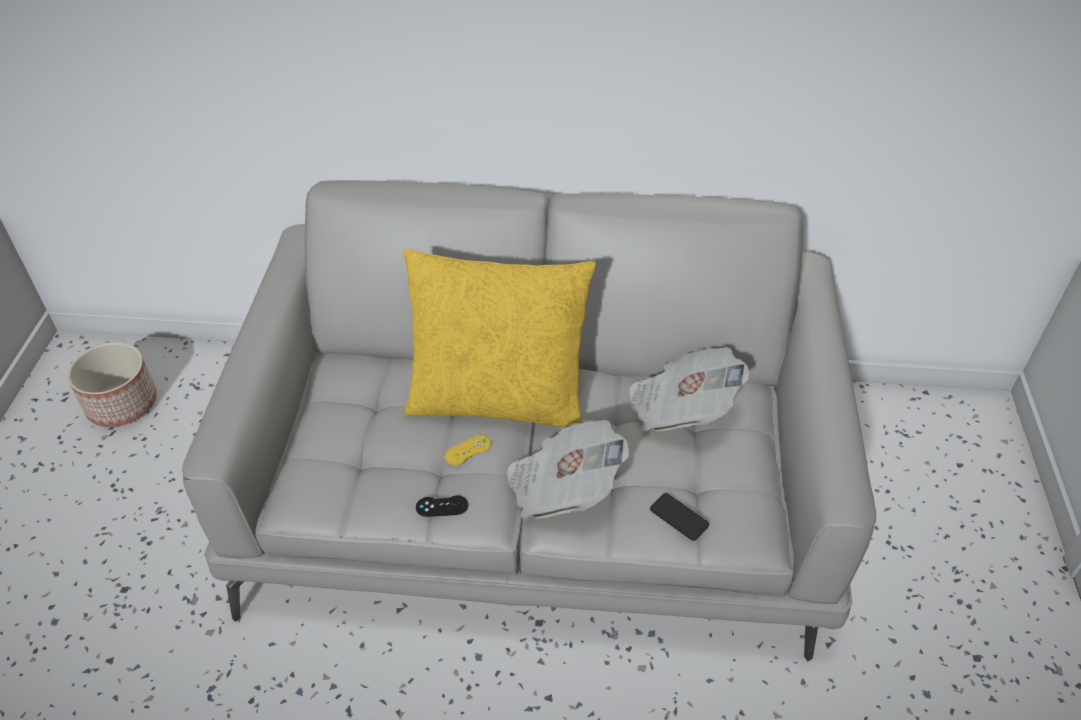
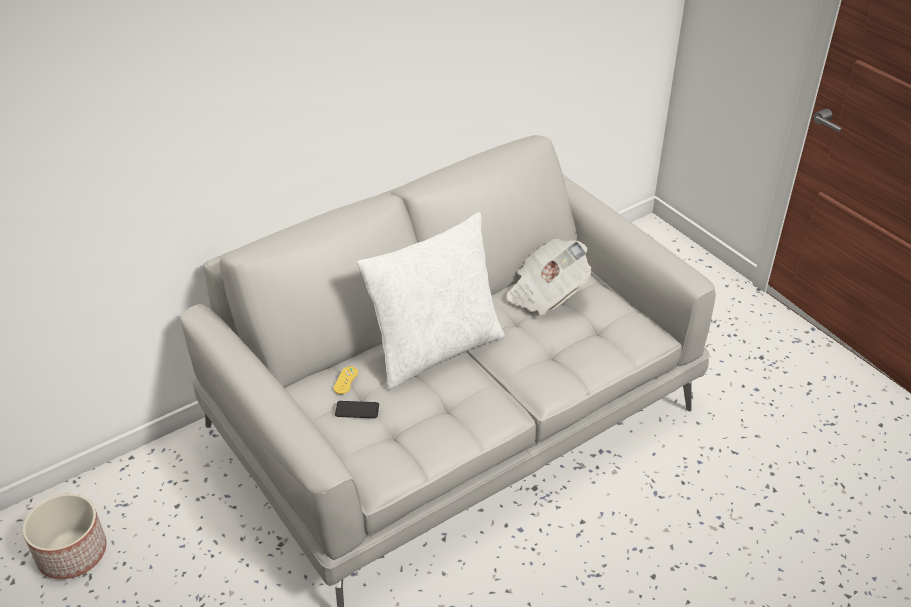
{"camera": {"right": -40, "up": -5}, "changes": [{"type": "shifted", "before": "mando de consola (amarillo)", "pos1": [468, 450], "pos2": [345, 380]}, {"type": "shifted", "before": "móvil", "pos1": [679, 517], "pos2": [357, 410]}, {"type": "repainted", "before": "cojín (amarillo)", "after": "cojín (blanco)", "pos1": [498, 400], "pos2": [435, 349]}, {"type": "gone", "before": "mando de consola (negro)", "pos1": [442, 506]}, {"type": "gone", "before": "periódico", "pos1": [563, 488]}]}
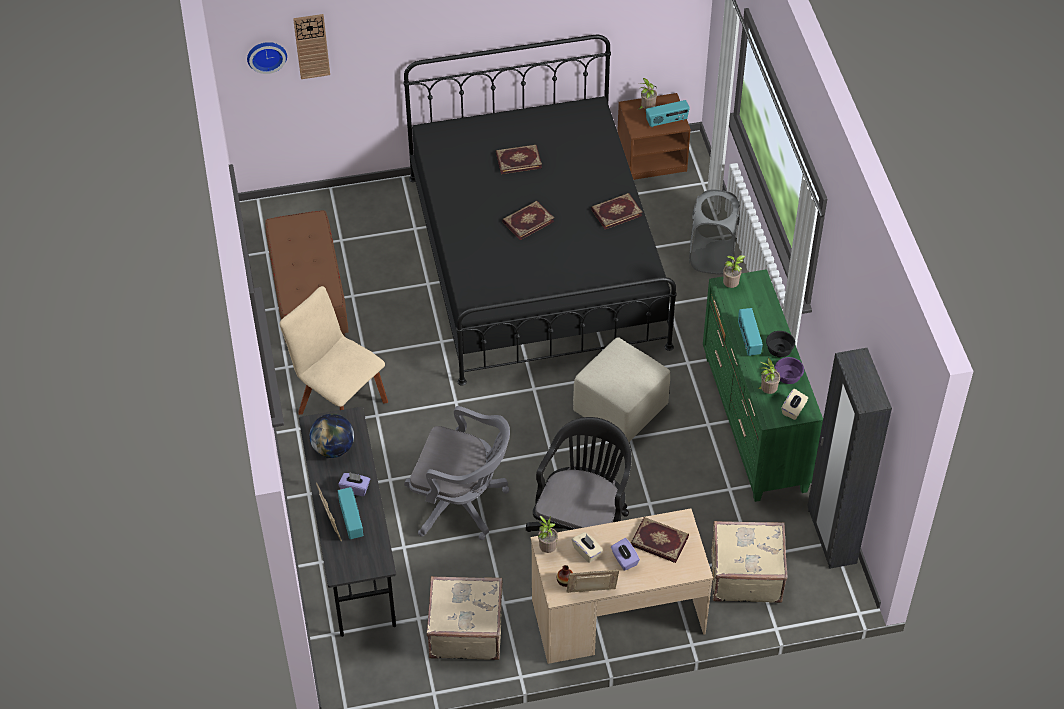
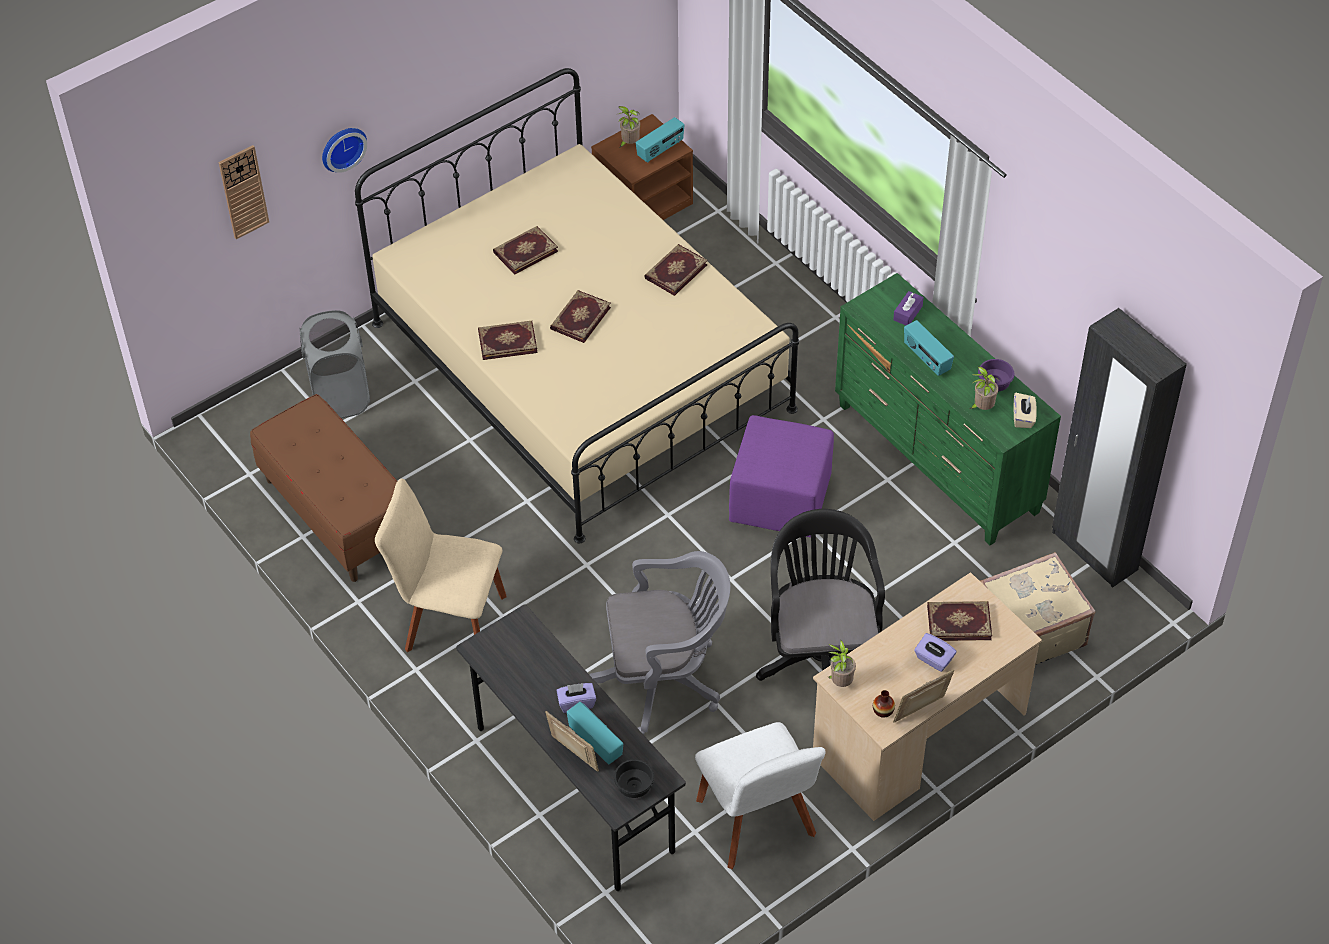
{"camera": {"right": -25, "up": 0}, "changes": [{"type": "shifted", "before": "cesto de la ropa (gris)", "pos1": [712, 256], "pos2": [340, 396]}, {"type": "shifted", "before": "reloj de pared", "pos1": [266, 55], "pos2": [342, 147]}, {"type": "repainted", "before": "cama (negro)", "after": "cama (beis)", "pos1": [536, 260], "pos2": [581, 366]}, {"type": "new", "after": "libro", "pos2": [507, 341]}, {"type": "shifted", "before": "cuenco (negro)", "pos1": [779, 351], "pos2": [635, 787]}, {"type": "swapped", "before": "maleta (beis)", "after": "silla (blanco)", "pos1": [465, 630], "pos2": [757, 823]}, {"type": "repainted", "before": "puf (beis)", "after": "puf (morado)", "pos1": [620, 410], "pos2": [780, 501]}, {"type": "new", "after": "caja de pañuelos (morado)", "pos2": [907, 313]}, {"type": "gone", "before": "globo terráqueo", "pos1": [333, 448]}, {"type": "gone", "before": "caja de pañuelos (beis)", "pos1": [587, 552]}, {"type": "gone", "before": "planta en maceta", "pos1": [731, 286]}]}
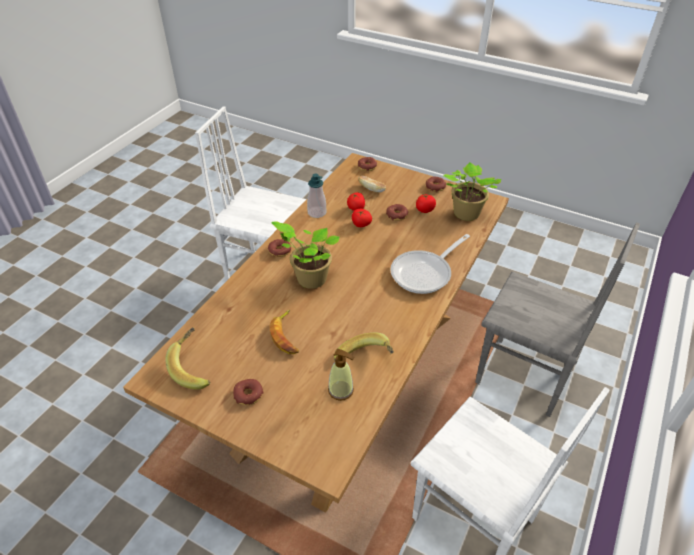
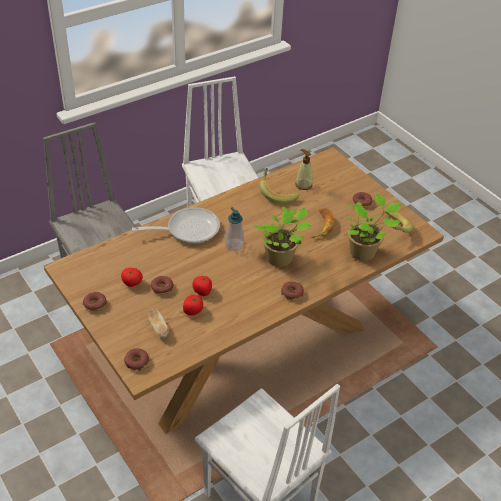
{"camera": {"right": -155, "up": 0}, "changes": [{"type": "shifted", "before": "dispensador de jabón", "pos1": [317, 212], "pos2": [234, 245]}, {"type": "shifted", "before": "planta en maceta", "pos1": [465, 214], "pos2": [364, 252]}]}
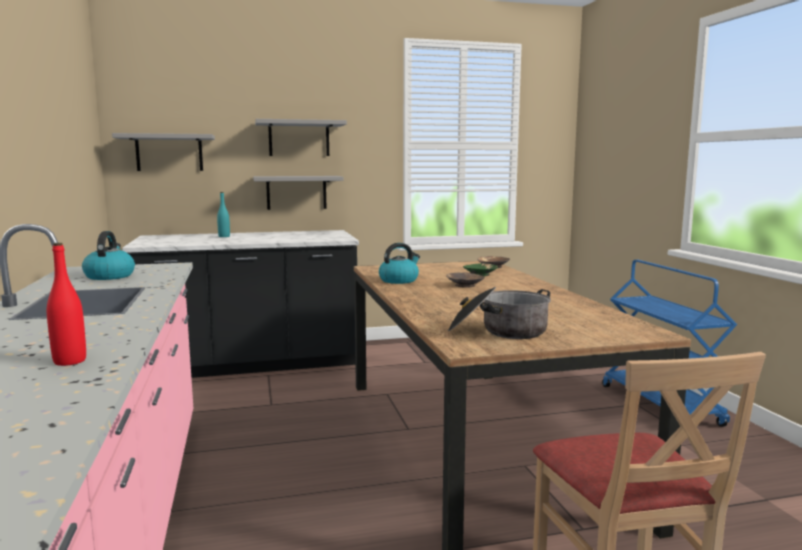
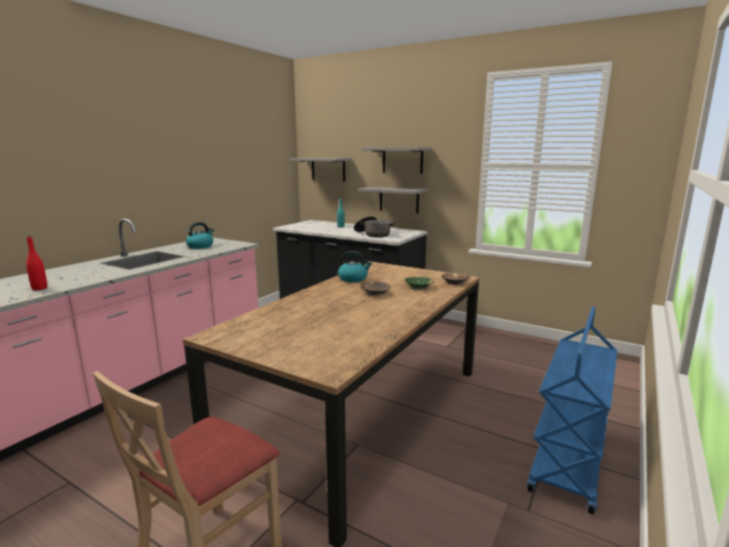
{"camera": {"right": 45, "up": 5}, "changes": [{"type": "shifted", "before": "olla", "pos1": [499, 331], "pos2": [373, 234]}]}
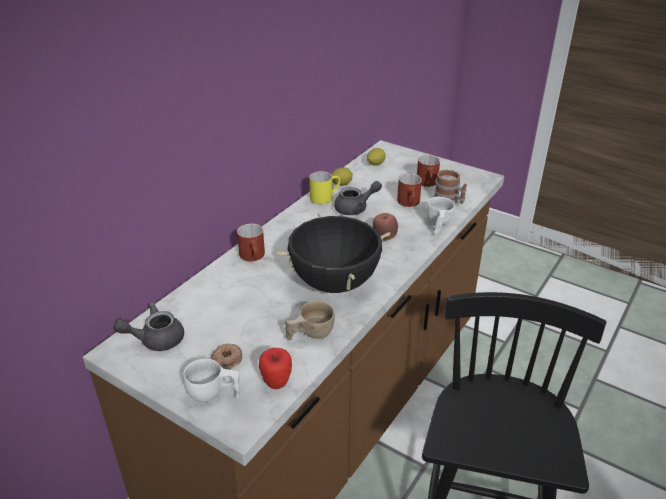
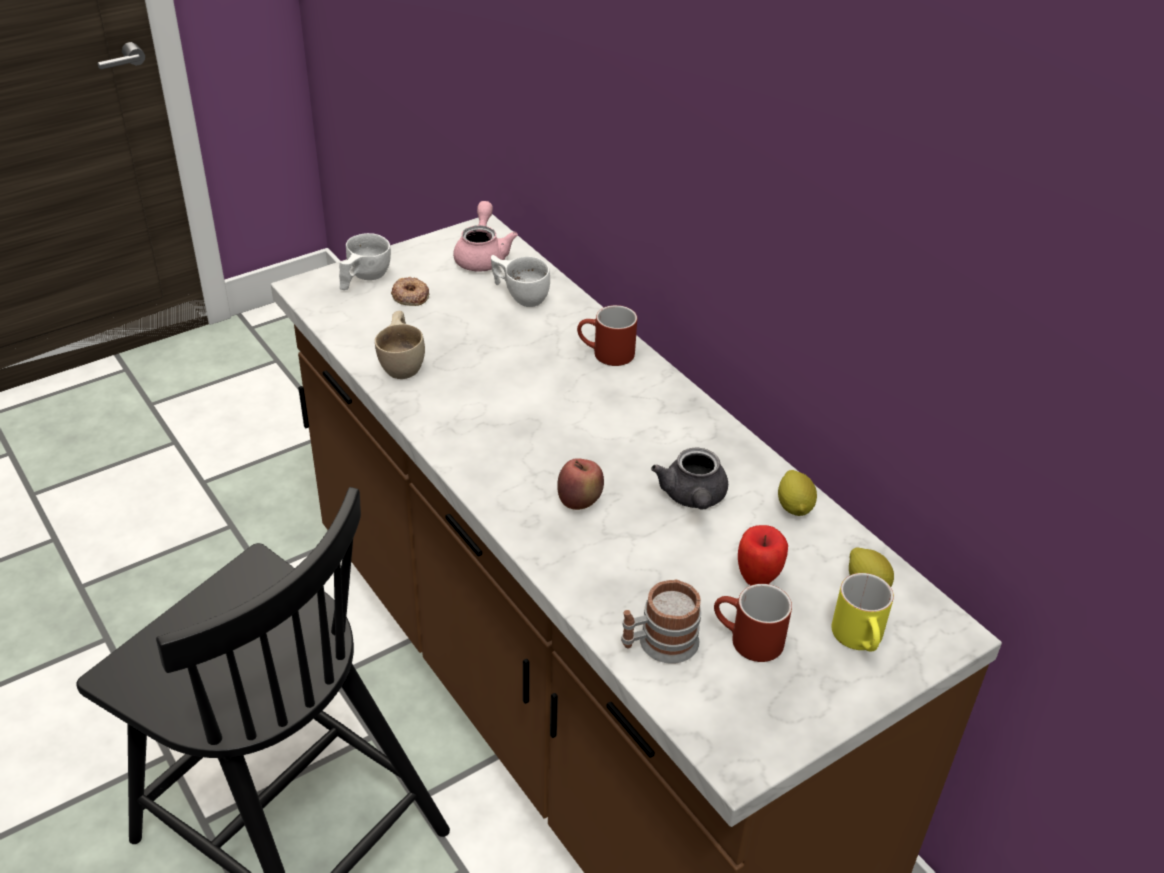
{"camera": {"right": 110, "up": 5}, "changes": [{"type": "repainted", "before": "tetera (gris)", "after": "tetera (rosa)", "pos1": [155, 339], "pos2": [482, 256]}, {"type": "shifted", "before": "taza (blanco)", "pos1": [437, 225], "pos2": [520, 295]}, {"type": "shifted", "before": "manzana", "pos1": [276, 383], "pos2": [758, 579]}, {"type": "shifted", "before": "taza grande (amarillo)", "pos1": [325, 197], "pos2": [861, 639]}, {"type": "gone", "before": "olla (negro)", "pos1": [335, 283]}, {"type": "gone", "before": "taza grande (rojo)", "pos1": [410, 203]}]}
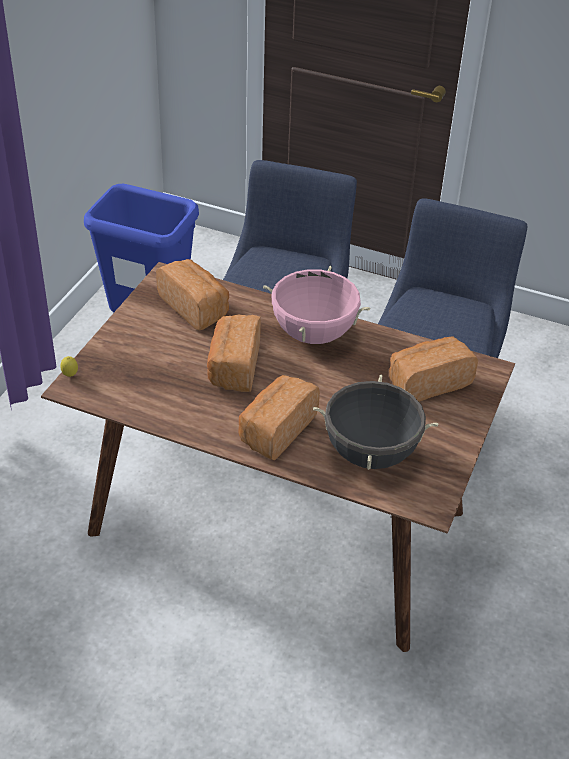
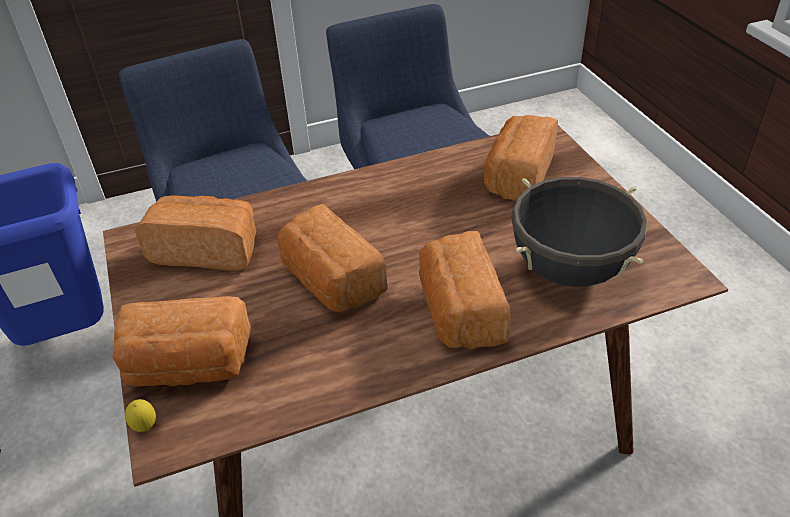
{"camera": {"right": -40, "up": 0}, "changes": [{"type": "new", "after": "pan", "pos2": [188, 366]}, {"type": "gone", "before": "olla (rosa)", "pos1": [313, 334]}]}
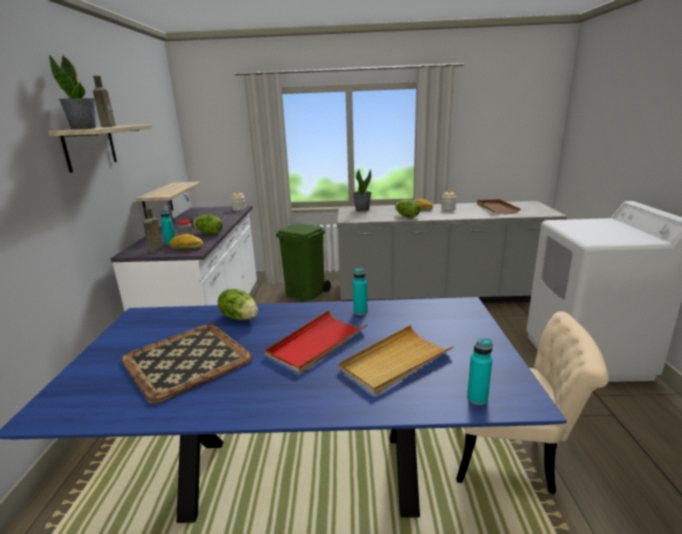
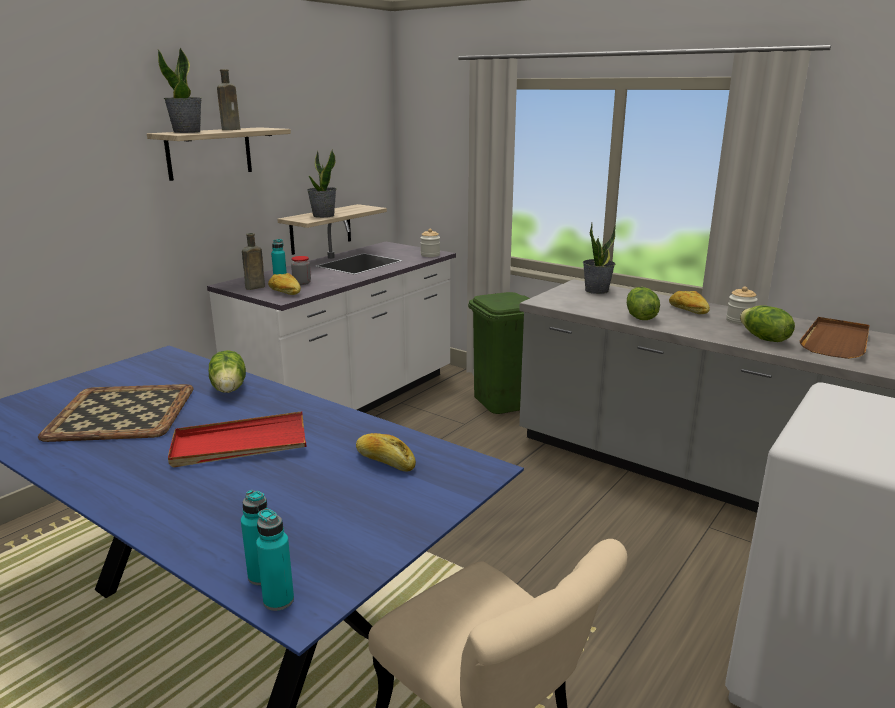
{"camera": {"right": 35, "up": 0}, "changes": [{"type": "shifted", "before": "botella (turquesa)", "pos1": [360, 312], "pos2": [278, 600]}, {"type": "new", "after": "planta en maceta", "pos2": [323, 216]}, {"type": "new", "after": "pan", "pos2": [385, 461]}, {"type": "shifted", "before": "lechuga", "pos1": [209, 234], "pos2": [763, 338]}, {"type": "gone", "before": "bandeja (beis)", "pos1": [395, 362]}]}
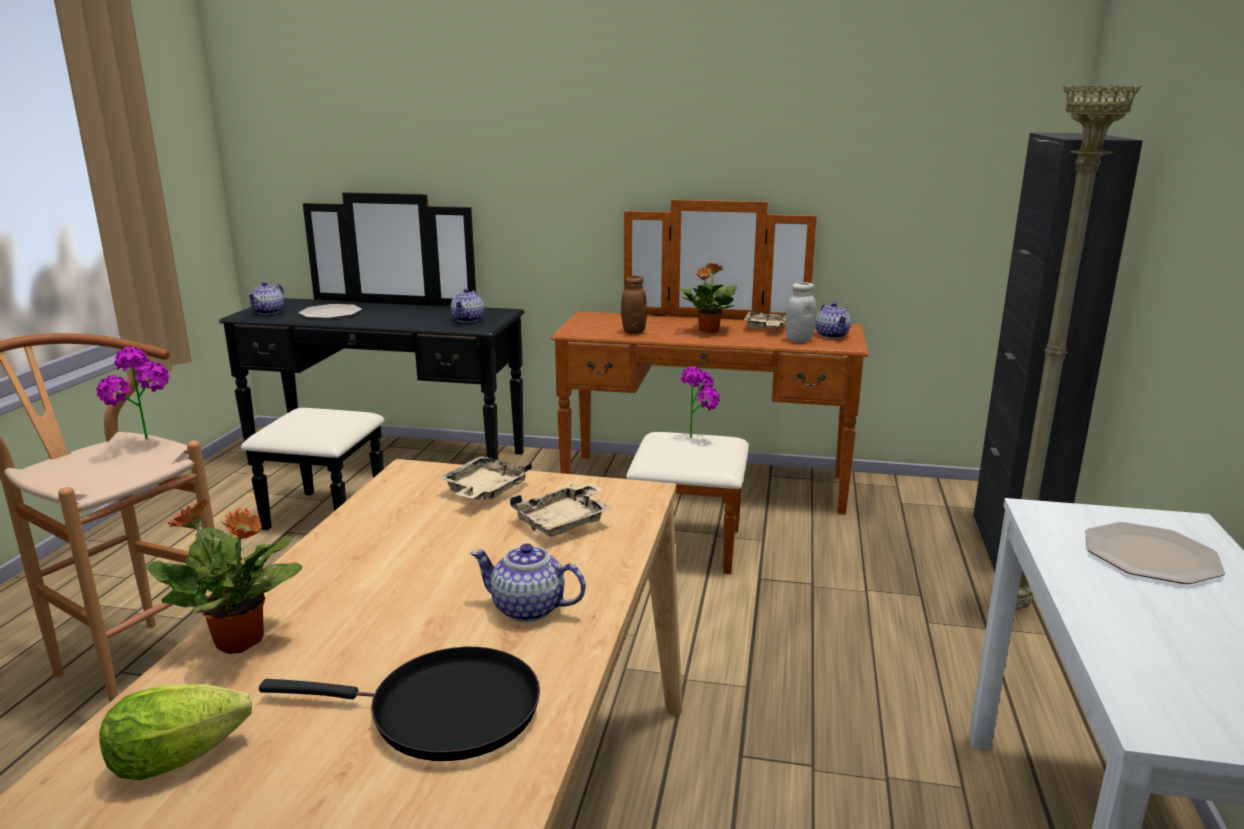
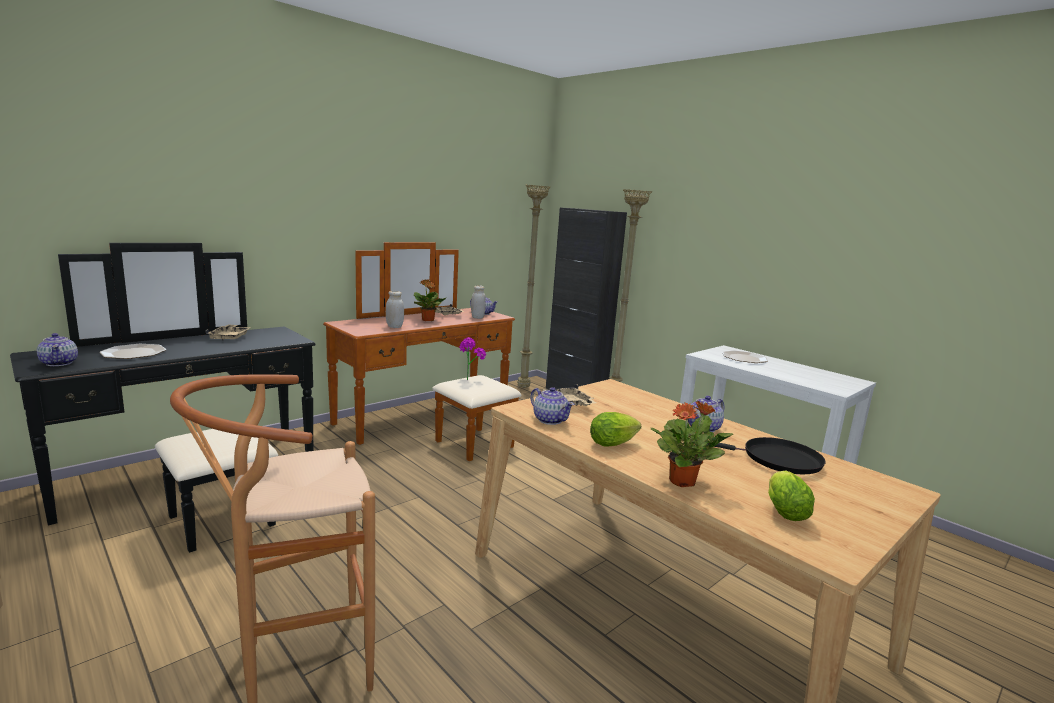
{"camera": {"right": -55, "up": -5}, "changes": [{"type": "shifted", "before": "bandeja (beis)", "pos1": [564, 522], "pos2": [230, 337]}, {"type": "repainted", "before": "tarro (marrón)", "after": "tarro (blanco)", "pos1": [633, 332], "pos2": [394, 327]}, {"type": "new", "after": "lámpara de pie (beis)", "pos2": [524, 388]}, {"type": "shifted", "before": "tetera", "pos1": [468, 319], "pos2": [550, 420]}, {"type": "new", "after": "lechuga", "pos2": [615, 443]}, {"type": "rotated", "before": "sartén (negro)", "pos1": [443, 711], "pos2": [776, 460], "turn": 60}, {"type": "gone", "before": "planta en maceta", "pos1": [147, 443]}]}
